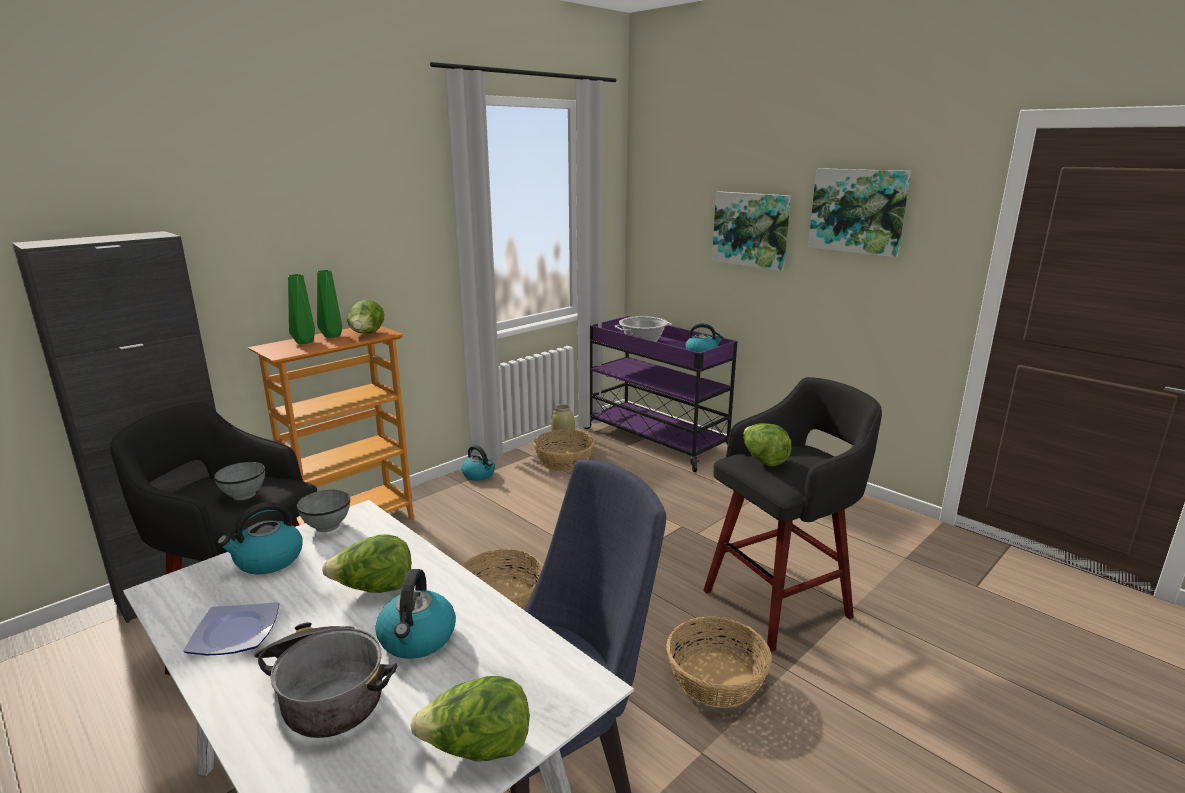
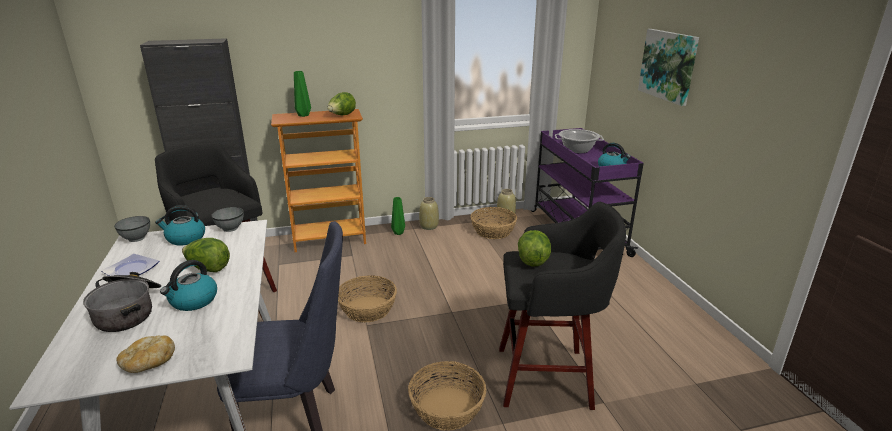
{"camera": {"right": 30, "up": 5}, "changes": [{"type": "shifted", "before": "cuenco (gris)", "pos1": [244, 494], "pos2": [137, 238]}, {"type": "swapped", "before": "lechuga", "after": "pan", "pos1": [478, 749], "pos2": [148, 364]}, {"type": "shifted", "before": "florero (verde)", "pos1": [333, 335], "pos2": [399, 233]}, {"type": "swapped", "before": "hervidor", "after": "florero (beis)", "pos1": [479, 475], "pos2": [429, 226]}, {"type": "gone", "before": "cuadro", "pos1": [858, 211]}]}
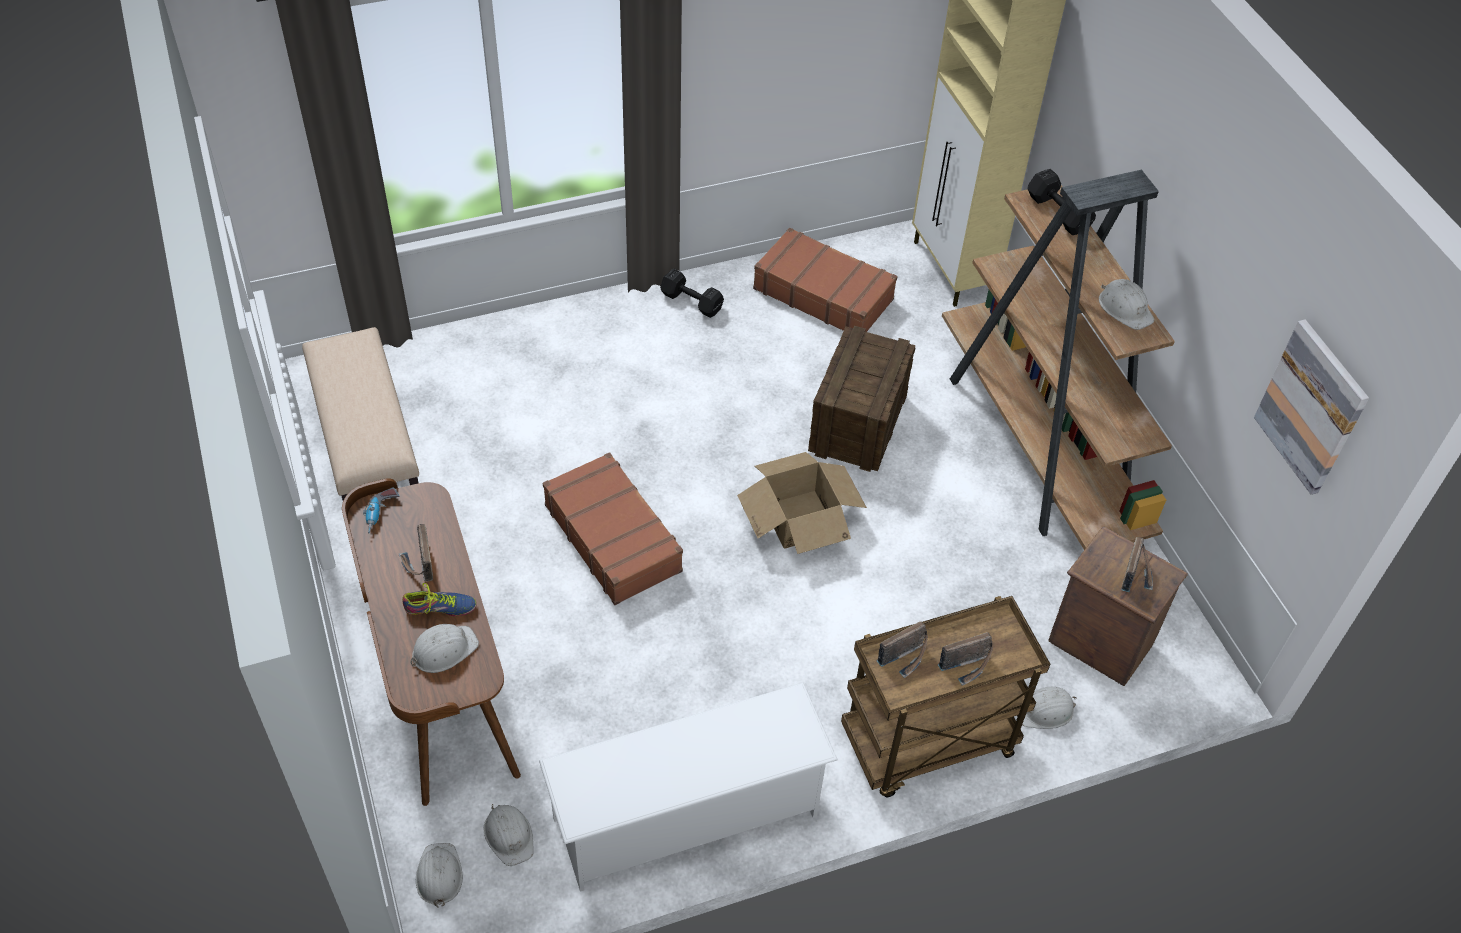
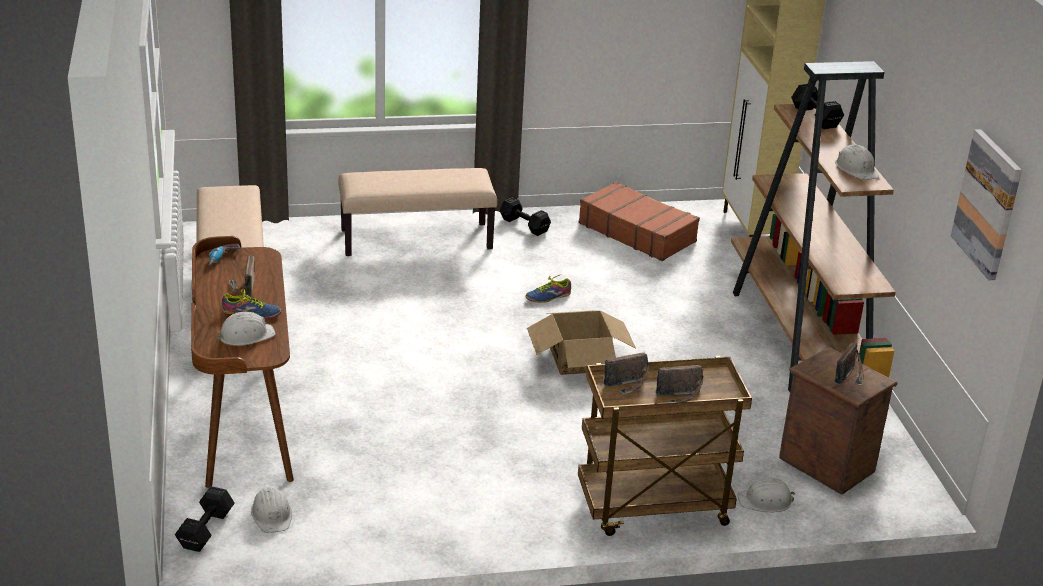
{"camera": {"right": 10, "up": -20}, "changes": [{"type": "swapped", "before": "casco (blanco)", "after": "mancuerna (negro)", "pos1": [439, 875], "pos2": [204, 531]}, {"type": "new", "after": "banco (beis)", "pos2": [417, 239]}, {"type": "new", "after": "zapato", "pos2": [548, 297]}, {"type": "gone", "before": "zapatero (blanco)", "pos1": [687, 817]}, {"type": "gone", "before": "maleta (marrón)", "pos1": [613, 537]}, {"type": "gone", "before": "caja de embalaje", "pos1": [857, 423]}]}
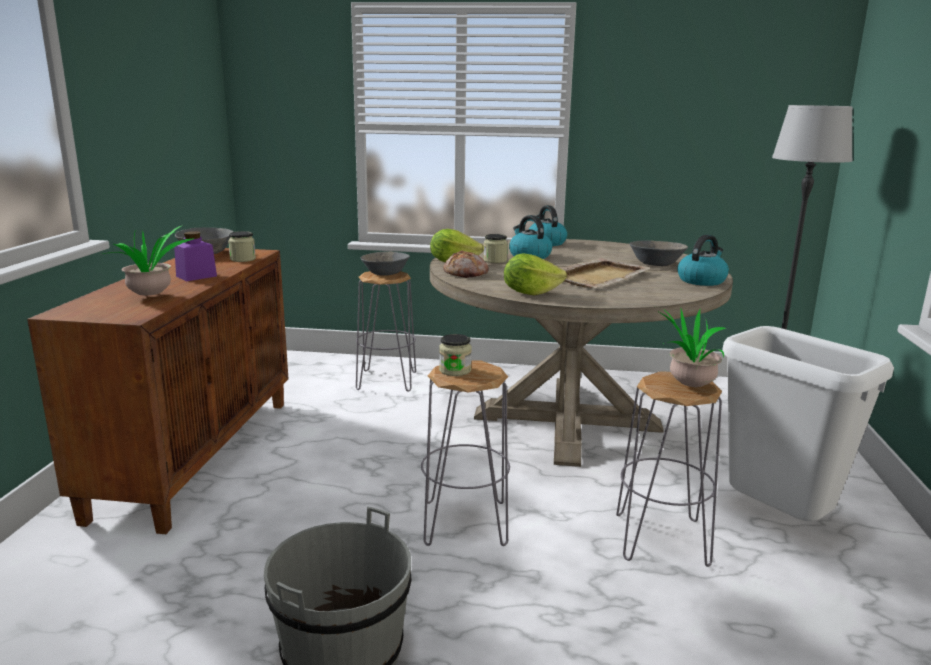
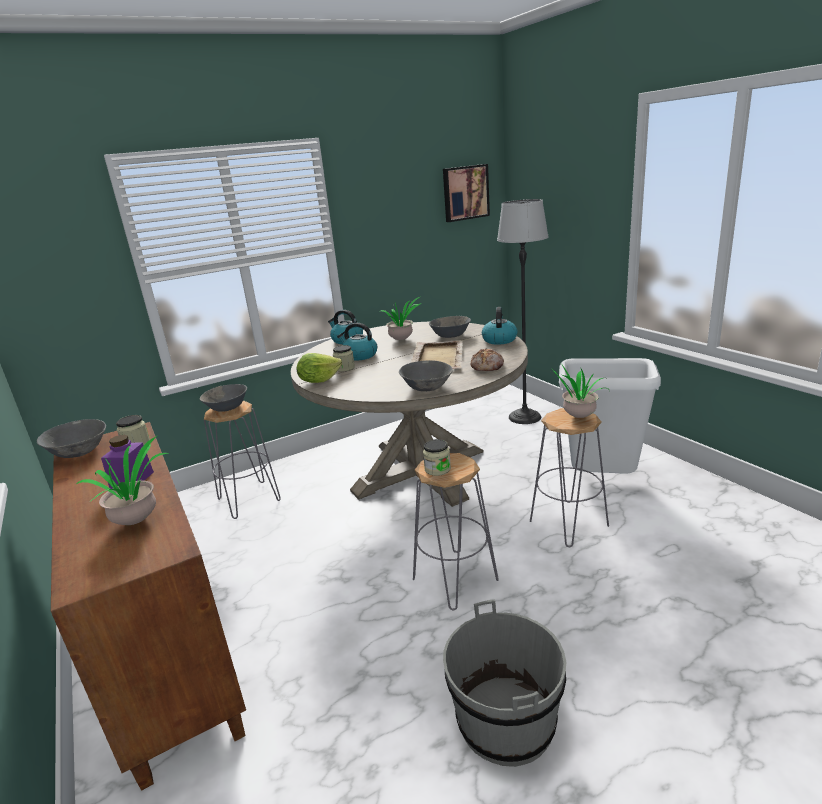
{"camera": {"right": -35, "up": 5}, "changes": [{"type": "new", "after": "planta en maceta", "pos2": [403, 340]}, {"type": "swapped", "before": "lechuga", "after": "cuenco (gris)", "pos1": [530, 293], "pos2": [426, 387]}, {"type": "new", "after": "cuadro", "pos2": [465, 193]}, {"type": "shifted", "before": "pan", "pos1": [466, 274], "pos2": [487, 366]}]}
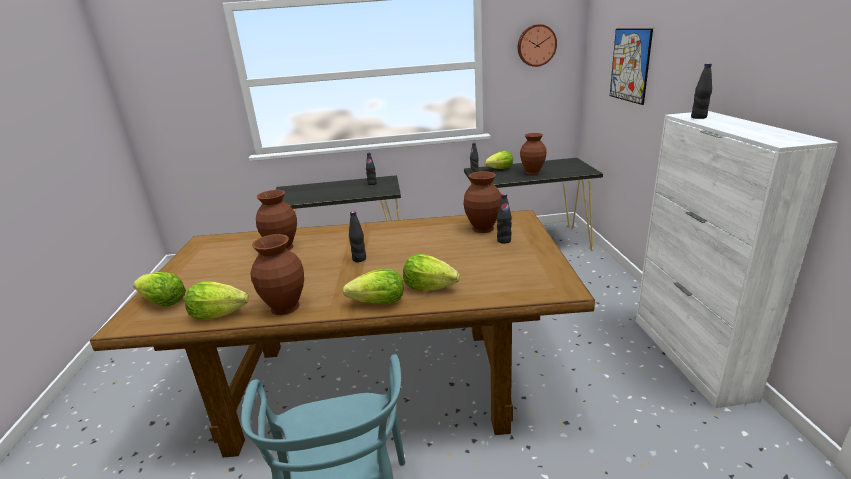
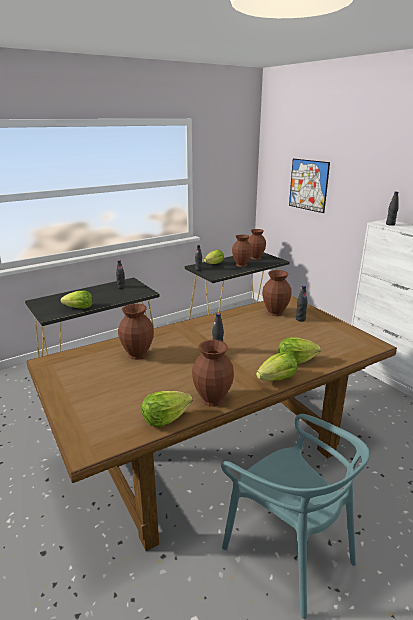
{"camera": {"right": -30, "up": 0}, "changes": [{"type": "shifted", "before": "lechuga", "pos1": [163, 303], "pos2": [79, 308]}, {"type": "new", "after": "florero (marrón)", "pos2": [256, 257]}, {"type": "gone", "before": "reloj de pared", "pos1": [536, 45]}]}
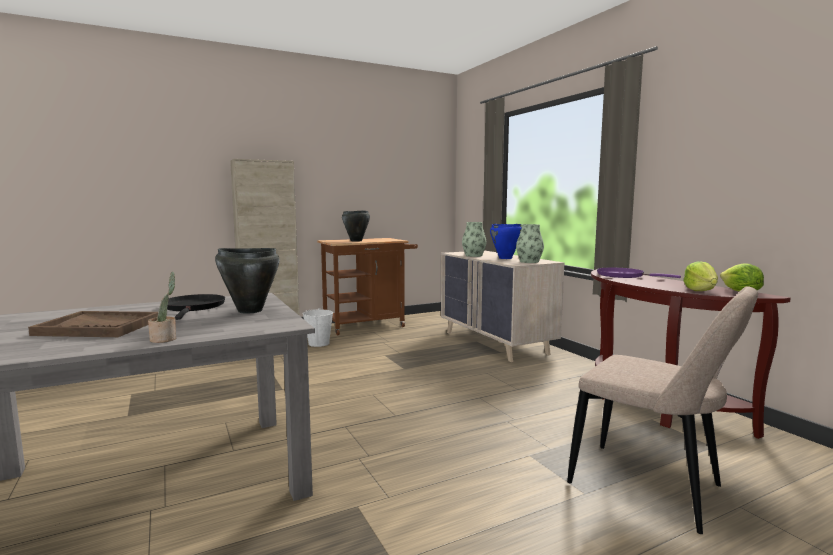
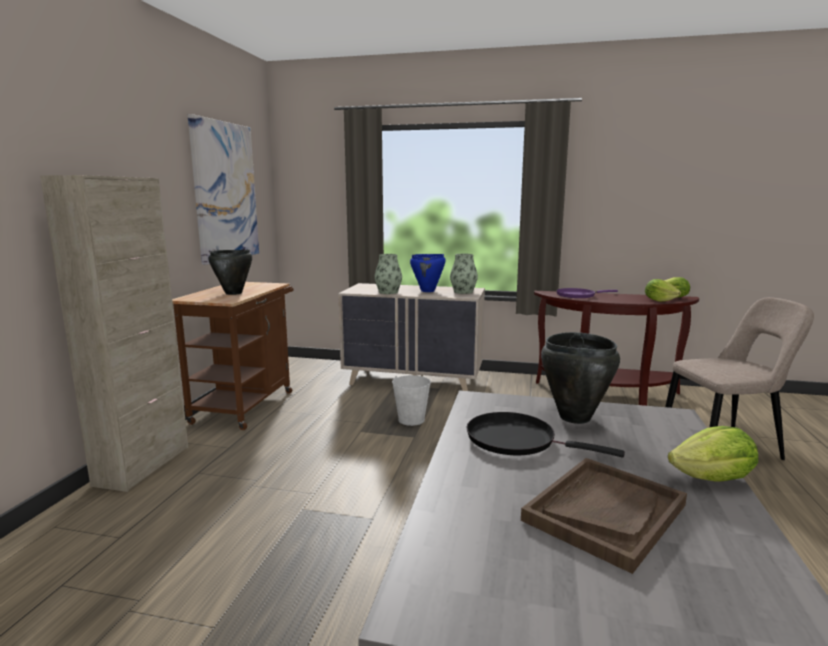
{"camera": {"right": -50, "up": 5}, "changes": [{"type": "new", "after": "cuadro", "pos2": [225, 192]}, {"type": "shifted", "before": "cubo (blanco)", "pos1": [319, 343], "pos2": [411, 419]}, {"type": "swapped", "before": "planta en maceta", "after": "lechuga", "pos1": [165, 339], "pos2": [713, 479]}]}
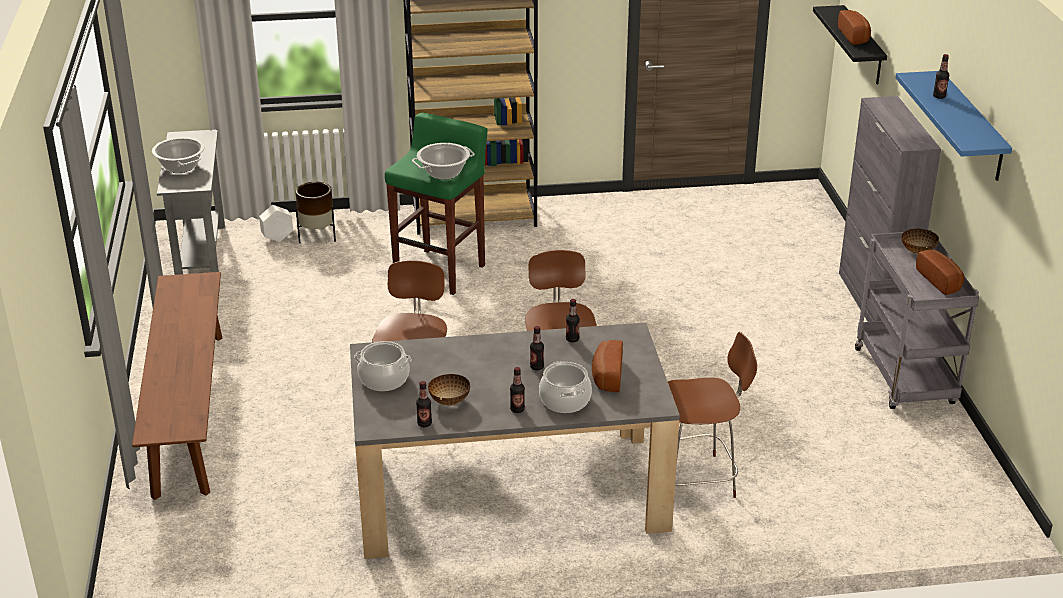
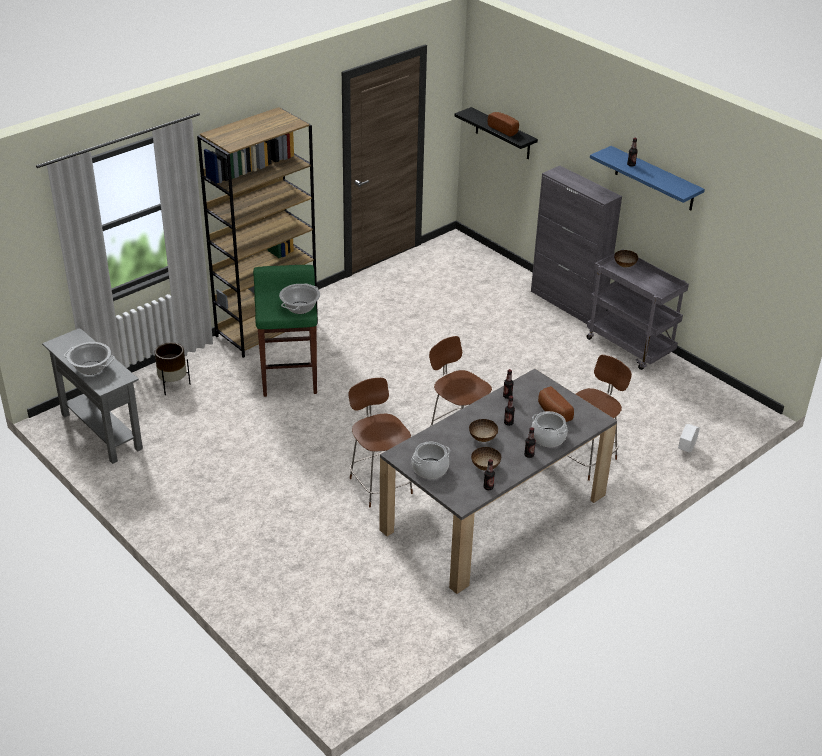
{"camera": {"right": -35, "up": 5}, "changes": [{"type": "new", "after": "cuenco", "pos2": [482, 438]}, {"type": "shifted", "before": "maceta (blanco)", "pos1": [277, 239], "pos2": [686, 449]}, {"type": "gone", "before": "banco (marrón)", "pos1": [189, 412]}, {"type": "gone", "before": "pan", "pos1": [941, 281]}]}
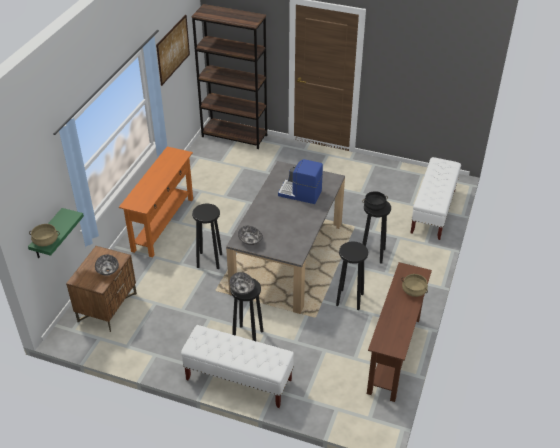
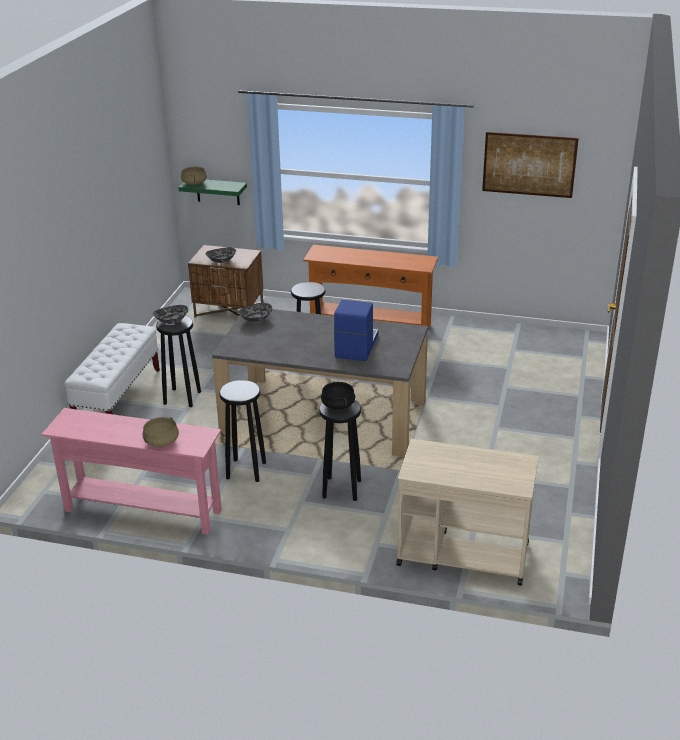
{"camera": {"right": 85, "up": -10}, "changes": [{"type": "repainted", "before": "mesa consola (marrón)", "after": "mesa consola (rosa)", "pos1": [394, 355], "pos2": [142, 511]}, {"type": "swapped", "before": "banco (blanco)", "after": "carrito (beis)", "pos1": [433, 211], "pos2": [462, 554]}, {"type": "gone", "before": "estantería (marrón)", "pos1": [234, 136]}]}
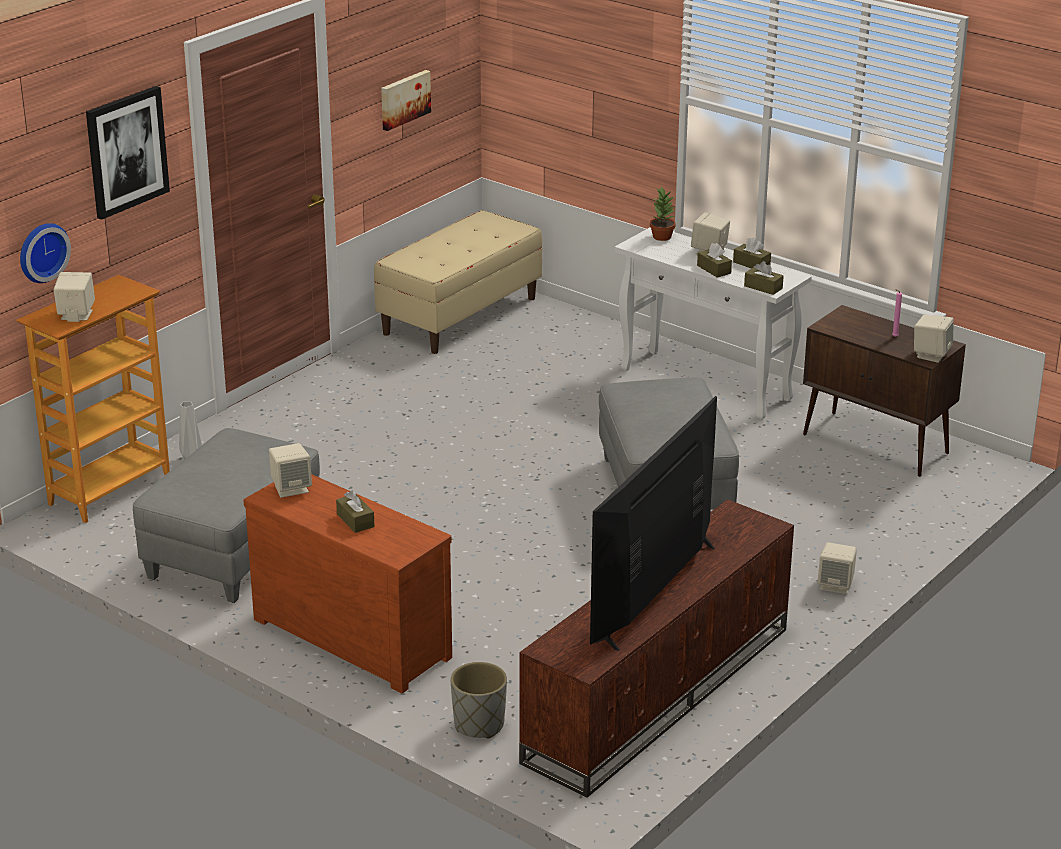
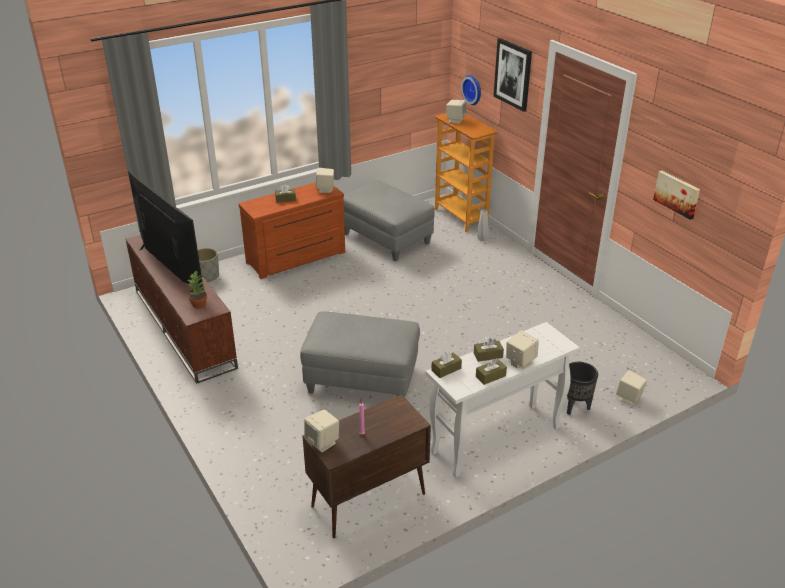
{"camera": {"right": 110, "up": 5}, "changes": [{"type": "shifted", "before": "planta en maceta", "pos1": [661, 236], "pos2": [199, 304]}, {"type": "new", "after": "maceta (negro)", "pos2": [575, 407]}, {"type": "shifted", "before": "altavoz (beis)", "pos1": [836, 585], "pos2": [629, 398]}, {"type": "gone", "before": "banco (beis)", "pos1": [460, 315]}]}
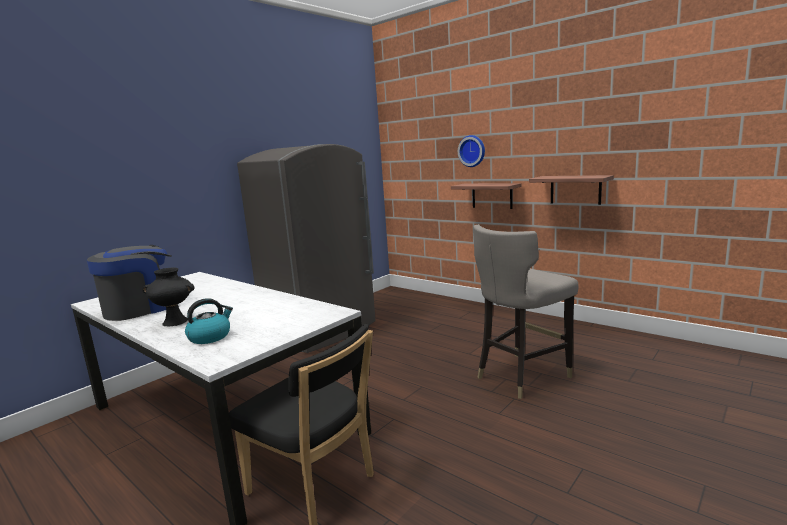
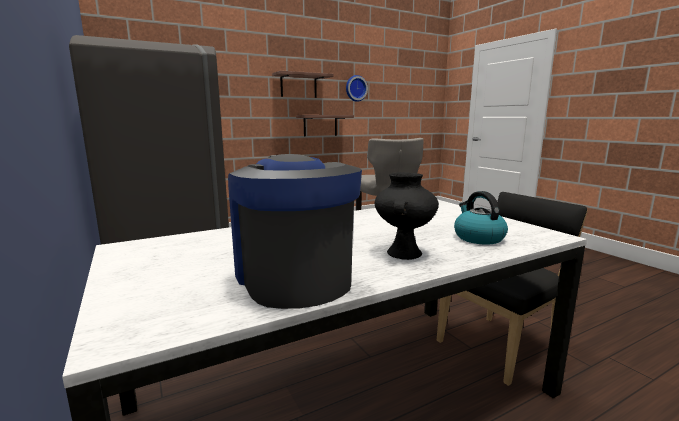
{"camera": {"right": -70, "up": 0}, "changes": [{"type": "shifted", "before": "estante", "pos1": [492, 195], "pos2": [298, 85]}, {"type": "shifted", "before": "reloj de pared", "pos1": [472, 151], "pos2": [355, 88]}]}
